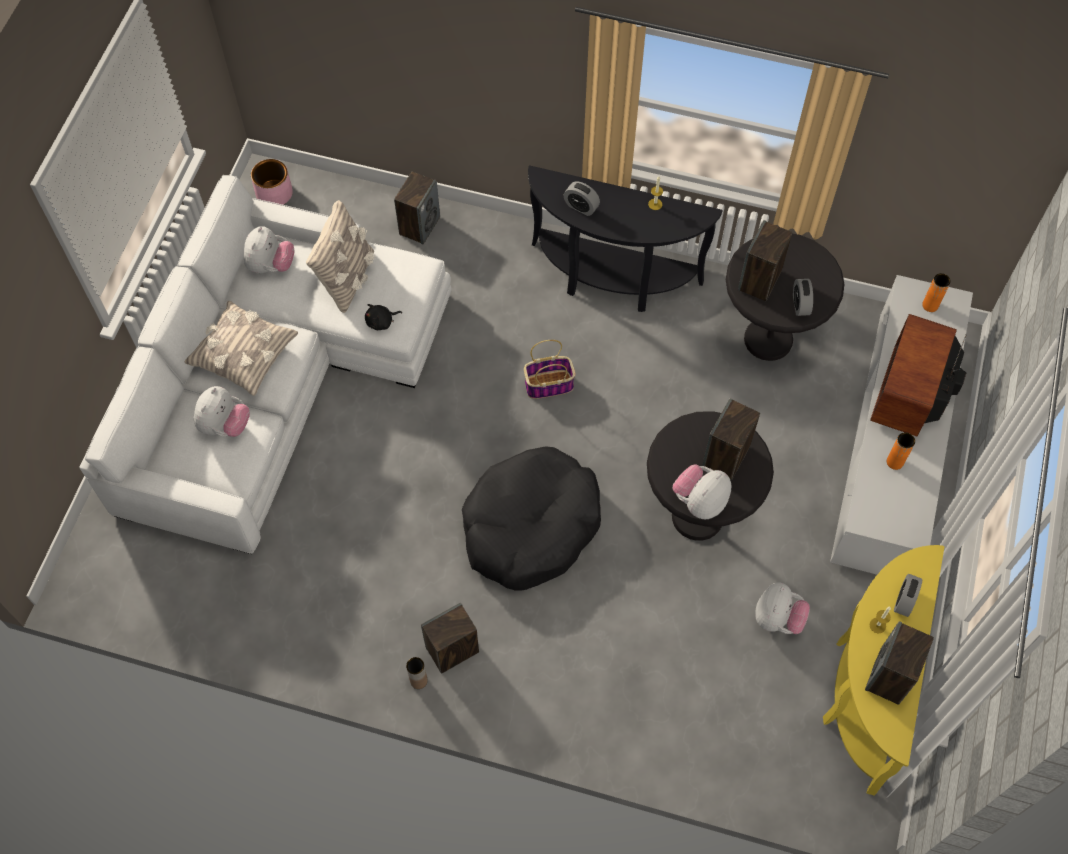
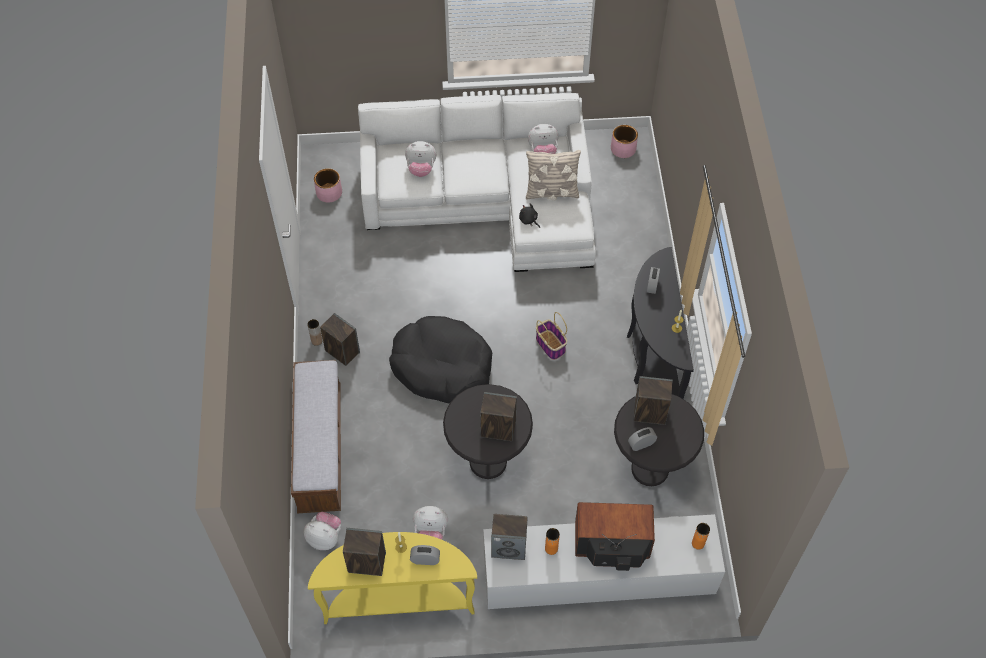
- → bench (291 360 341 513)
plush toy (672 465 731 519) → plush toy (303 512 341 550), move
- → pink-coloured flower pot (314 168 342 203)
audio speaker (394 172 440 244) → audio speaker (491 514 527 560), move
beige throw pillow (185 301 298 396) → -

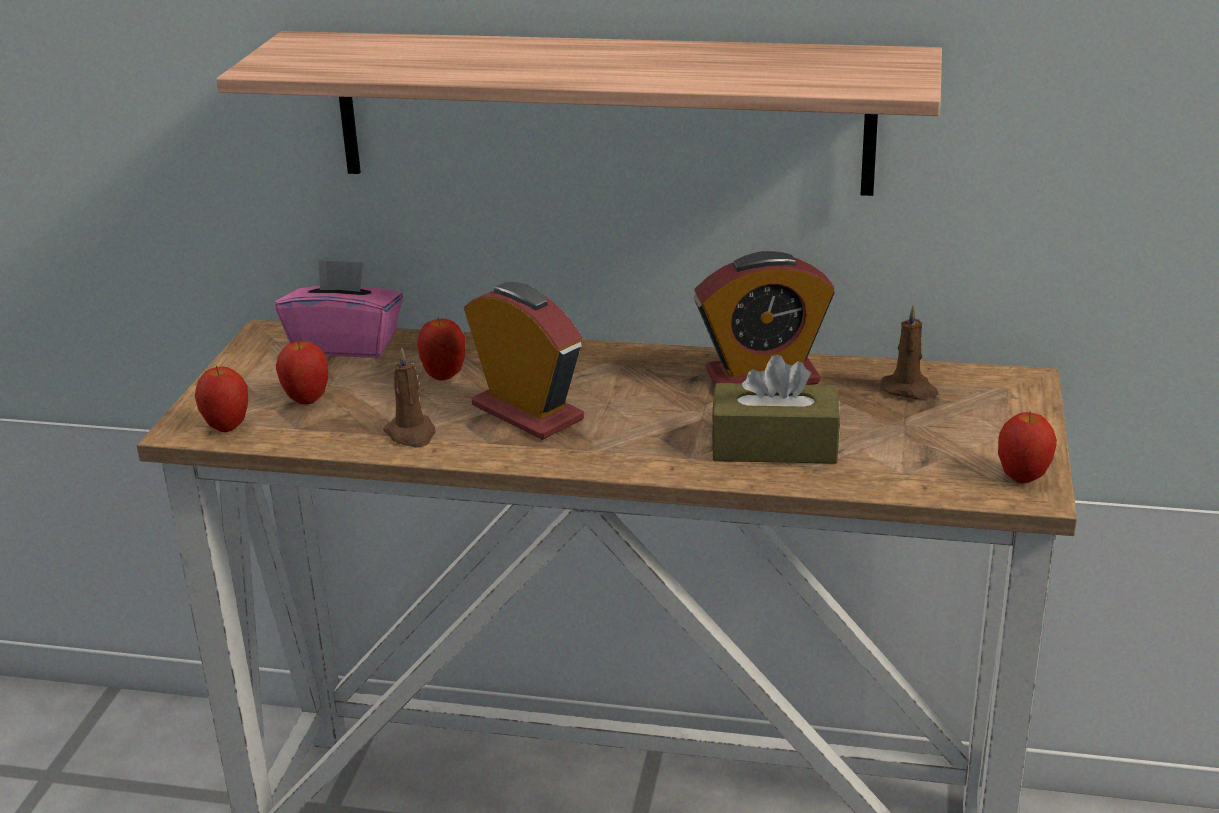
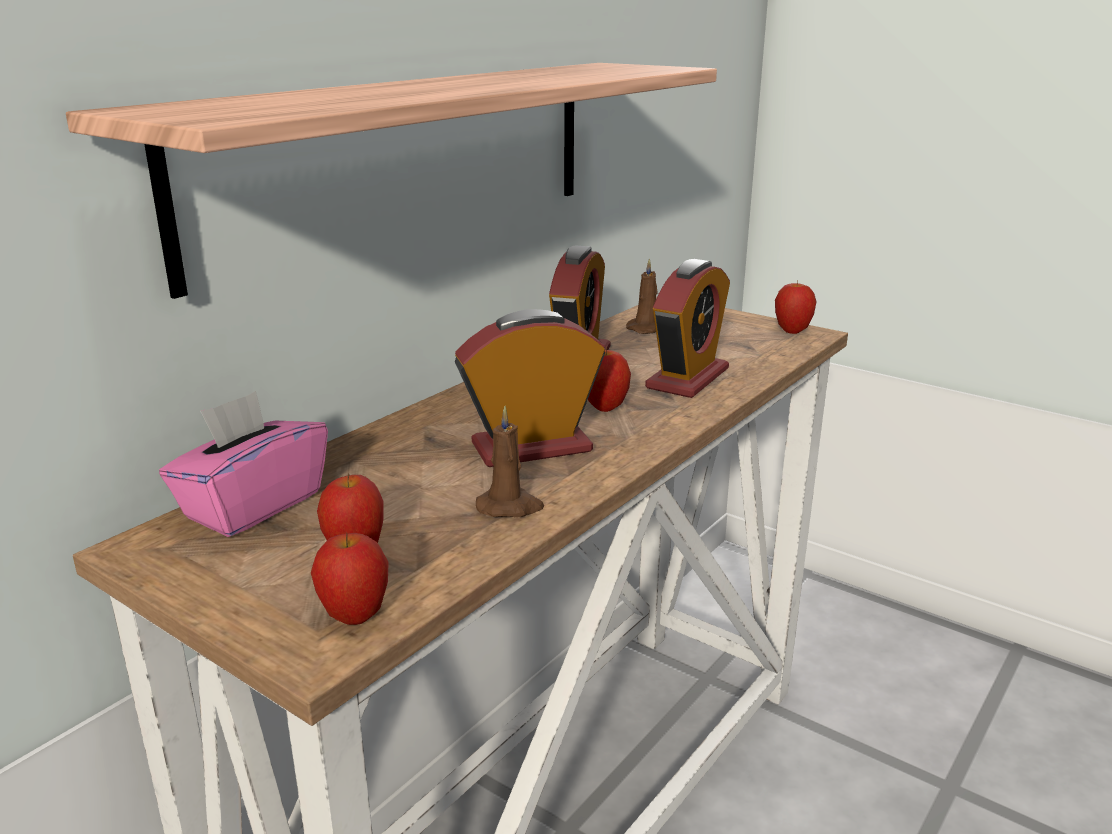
whole apple (417 317 466 380) → whole apple (588 347 631 412), move
brown tissue box (711 355 840 464) → alarm clock (645 259 730 398)

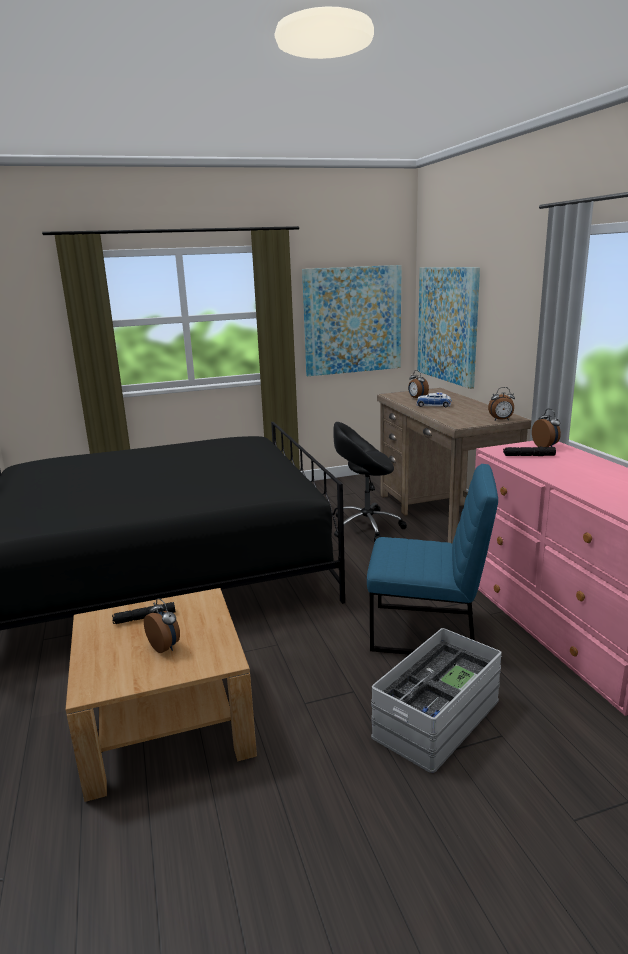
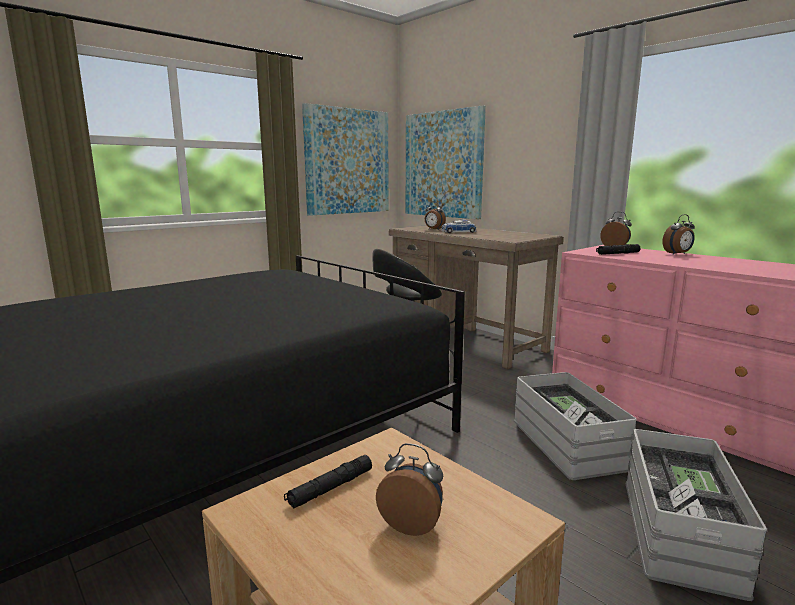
bluish upright chair (367 464 498 655) → greyish storage bin (514 372 637 480)
alarm clock (488 387 515 420) → alarm clock (662 214 695 255), move

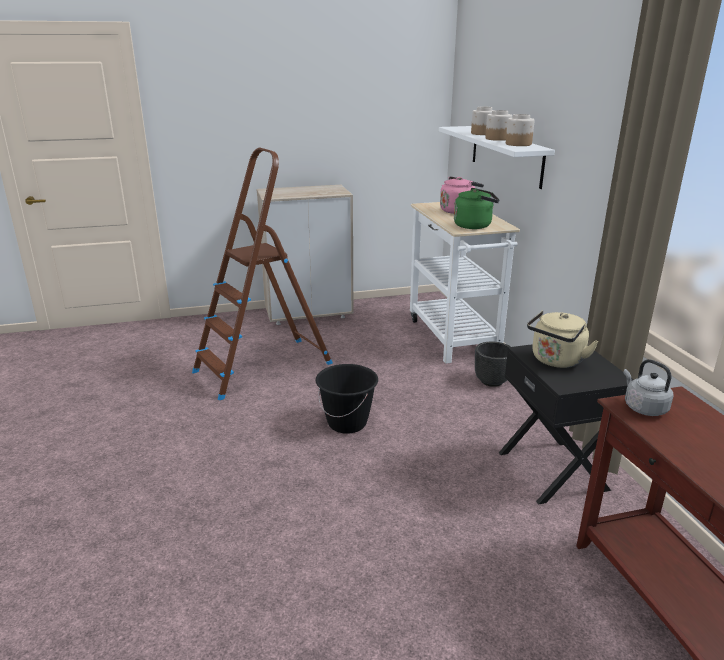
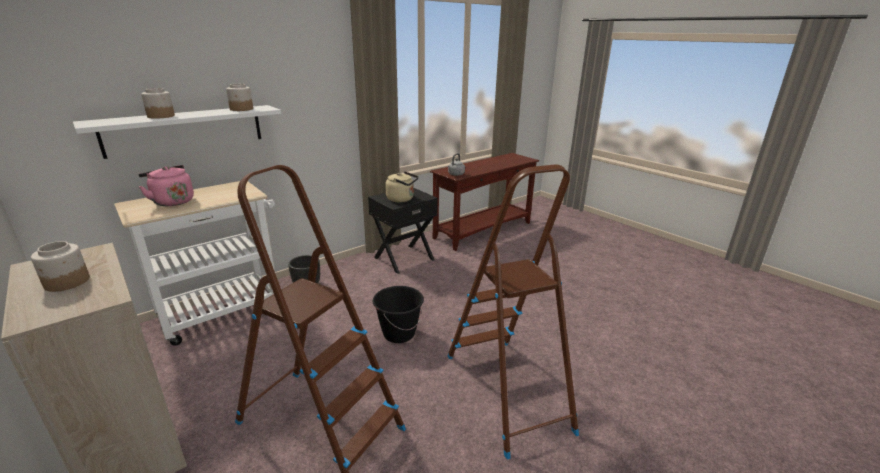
storage jar (485 110 512 141) → storage jar (31 241 90 292), move
- → brown step stool (448 165 579 459)
greenish water kettle (454 188 500 229) → -

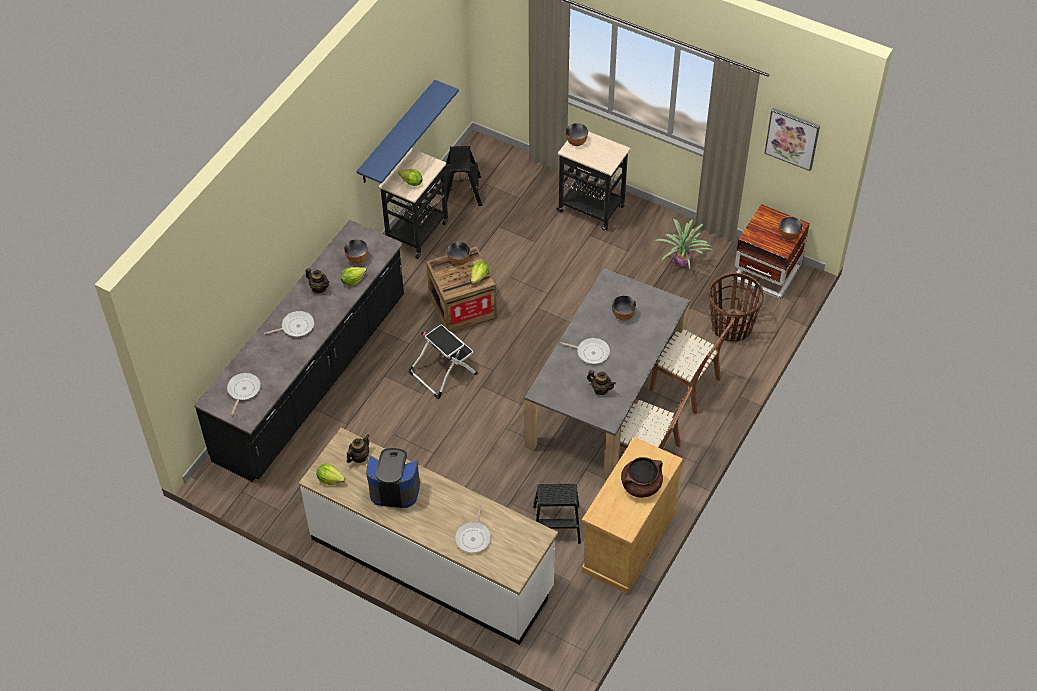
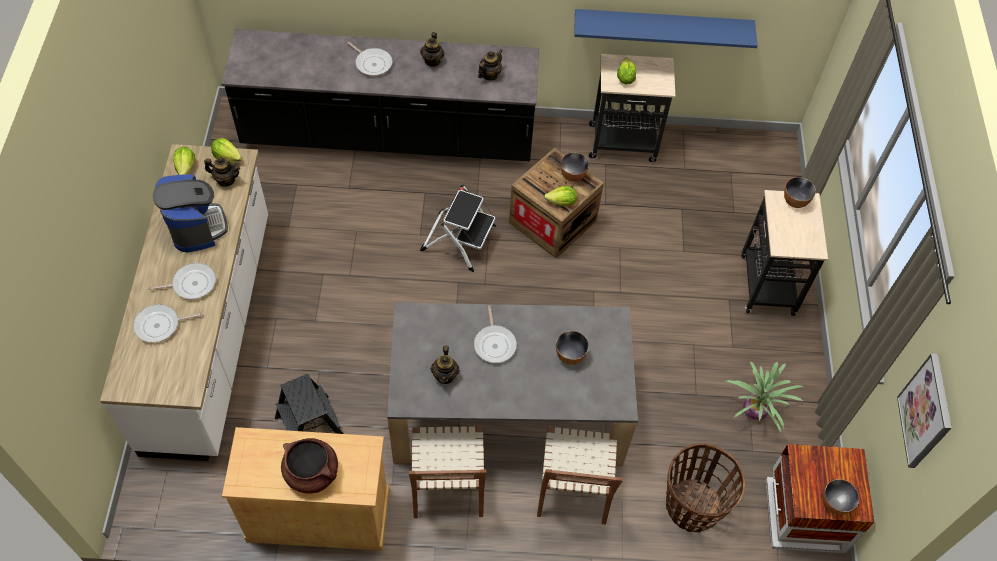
frying pan (227 373 261 416) → frying pan (148 263 216 299), move
lettuce (341 267 367 286) → lettuce (211 138 242 163), move
deep dish (344 239 368 264) → tea pot (478 49 503 80)
black step stool (442 146 483 207) → -

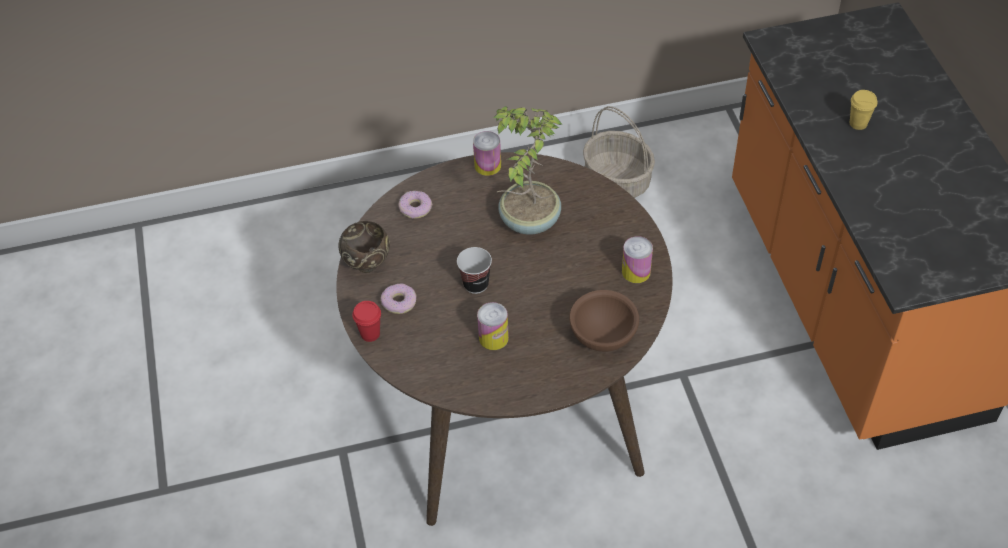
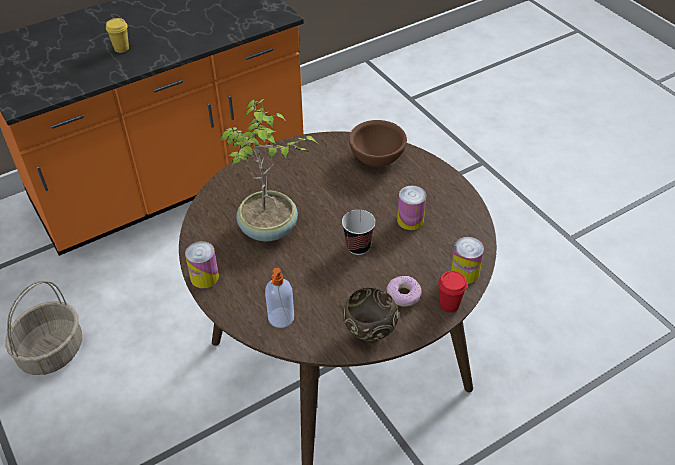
doughnut (398 191 432 219) → liquid soap bottle (265 268 294 328)
sealed can (622 236 653 283) → sealed can (451 237 484 284), move

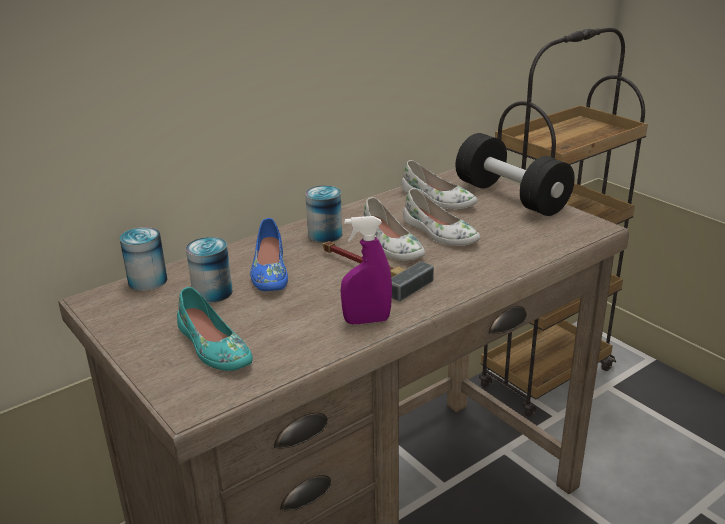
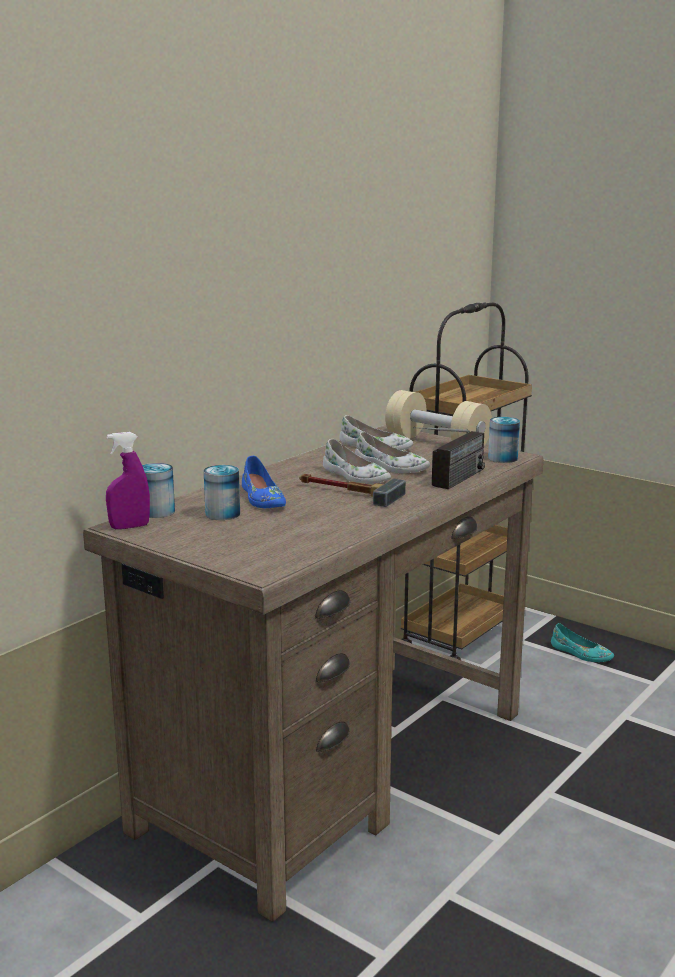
purple sprayer (340 216 392 325) → purple sprayer (106 432 150 529), move
black free weight (456 133 575 216) → beige free weight (385 390 492 446)
- → radio (414 427 485 489)
sealed can (305 186 342 243) → sealed can (488 417 520 463), move
turquoise-coloured low shoe (177 287 253 371) → turquoise-coloured low shoe (551 623 614 662), move

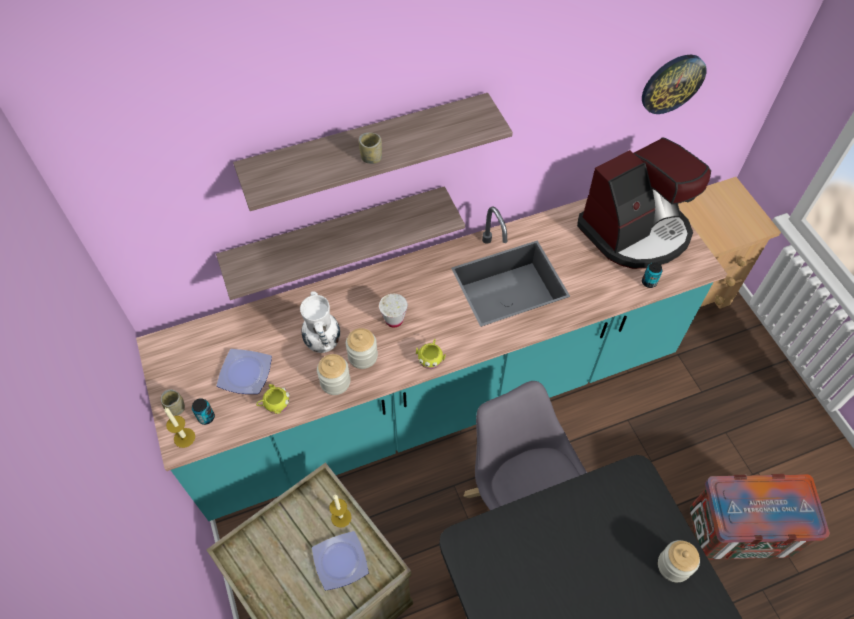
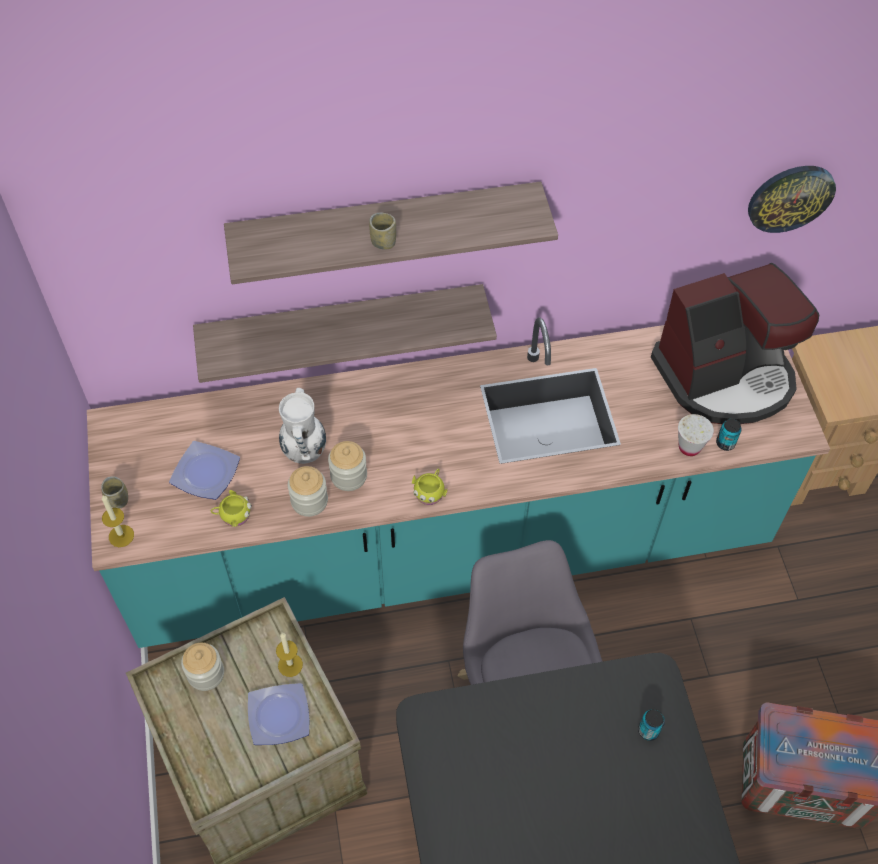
storage jar (658 540 700 582) → storage jar (181 643 224 691), move
sealed can (192 398 215 425) → sealed can (638 709 665 741), move
white cup (379 294 408 327) → white cup (678 414 714 456), move

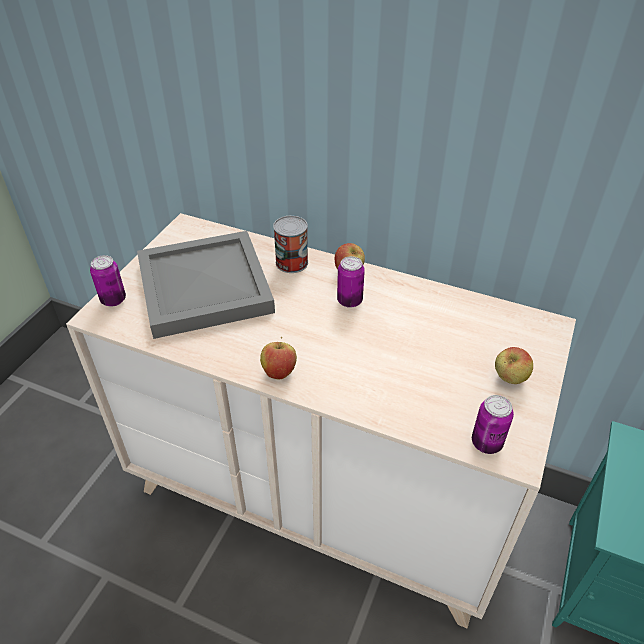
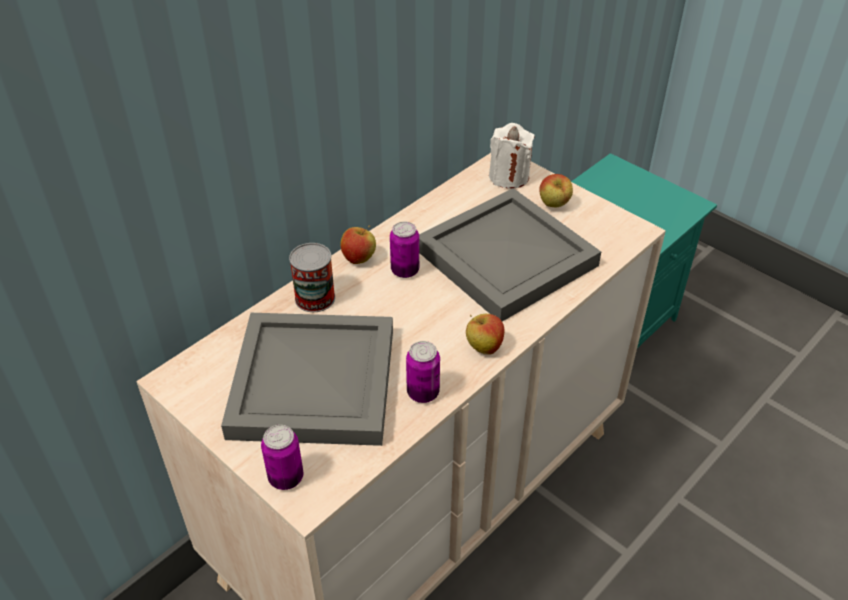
sealed can (472 395 514 454) → sealed can (406 341 440 403), move
- → greyish serving tray (419 188 601 321)
- → white candle (489 123 535 189)

